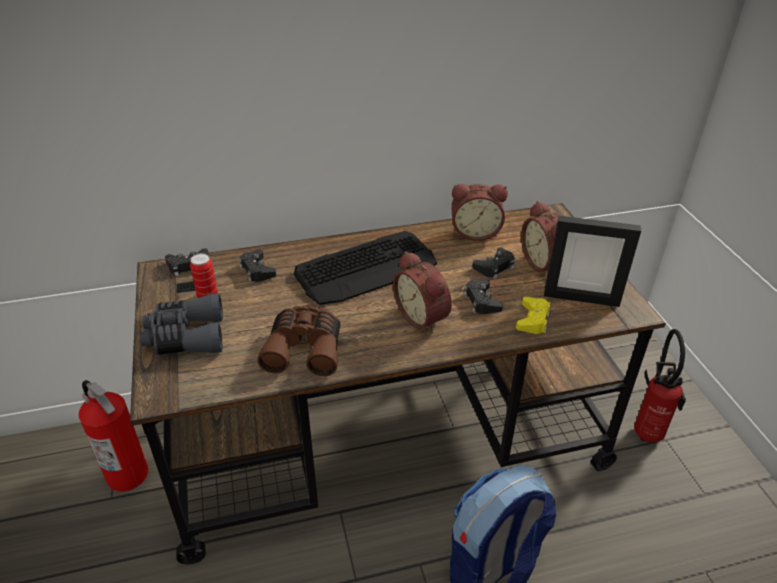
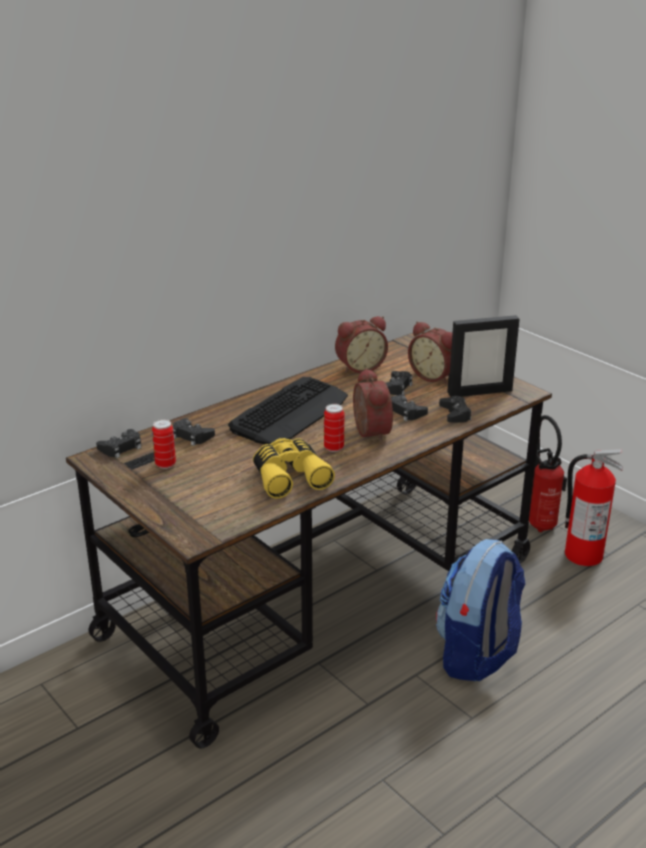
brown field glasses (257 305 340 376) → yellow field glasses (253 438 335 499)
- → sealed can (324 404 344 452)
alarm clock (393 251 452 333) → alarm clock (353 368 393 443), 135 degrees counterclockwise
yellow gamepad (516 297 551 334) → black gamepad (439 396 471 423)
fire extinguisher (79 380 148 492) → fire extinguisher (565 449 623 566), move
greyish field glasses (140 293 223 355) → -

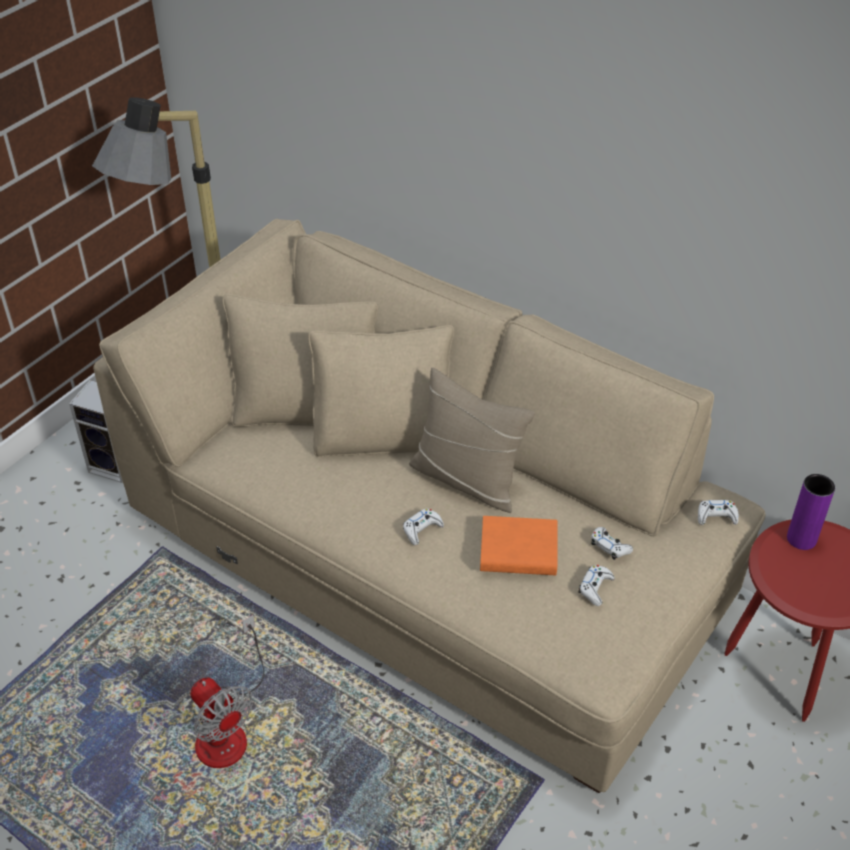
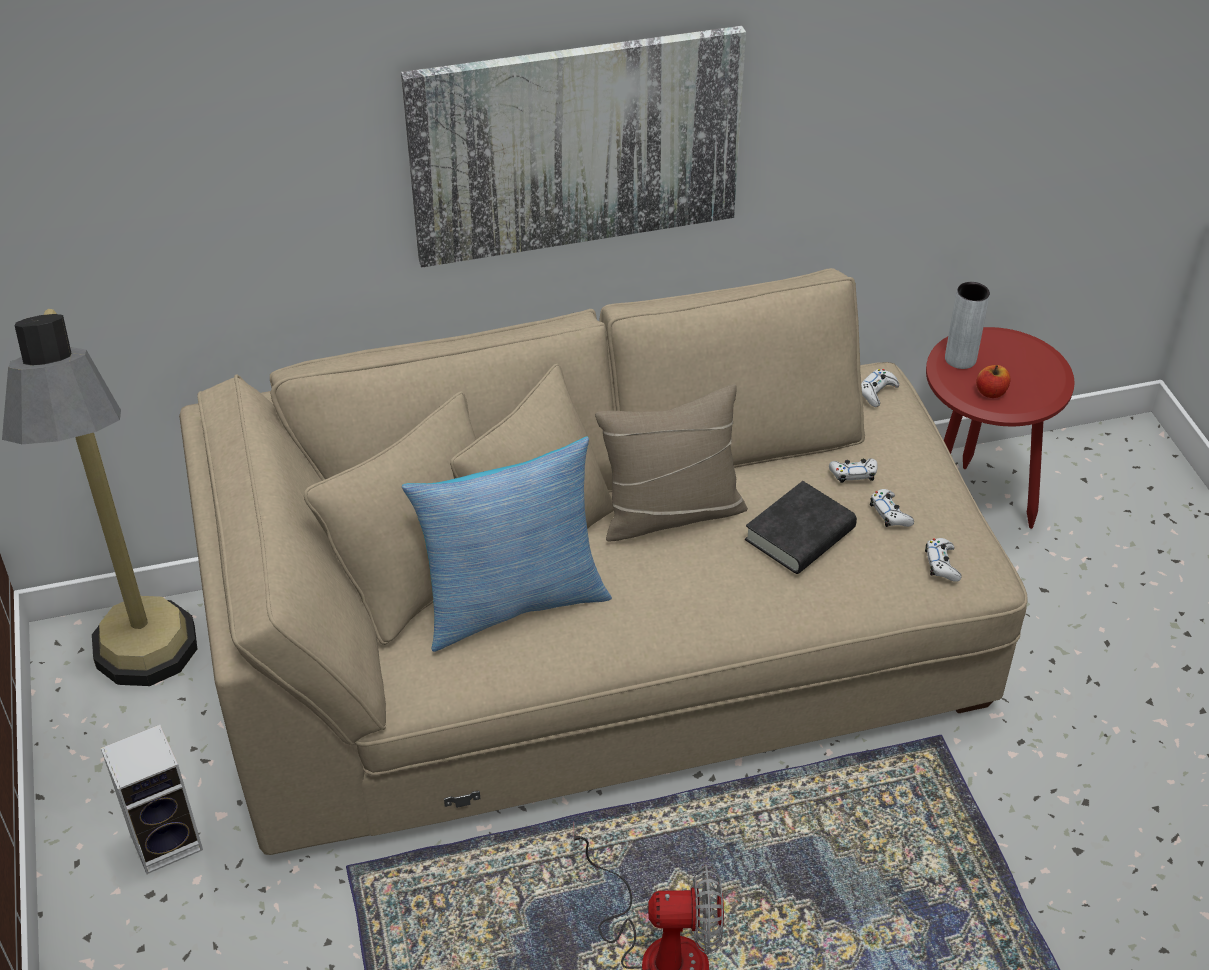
- → wall art (401 26 746 268)
- → throw pillow (402 436 612 652)
orange-coloured book (480 516 558 575) → black book (745 481 857 574)
white gamepad (403 508 444 545) → white gamepad (925 538 962 582), move
purple flower vase (787 474 835 550) → greyish flower vase (945 282 990 369)
- → whole apple (976 365 1010 398)

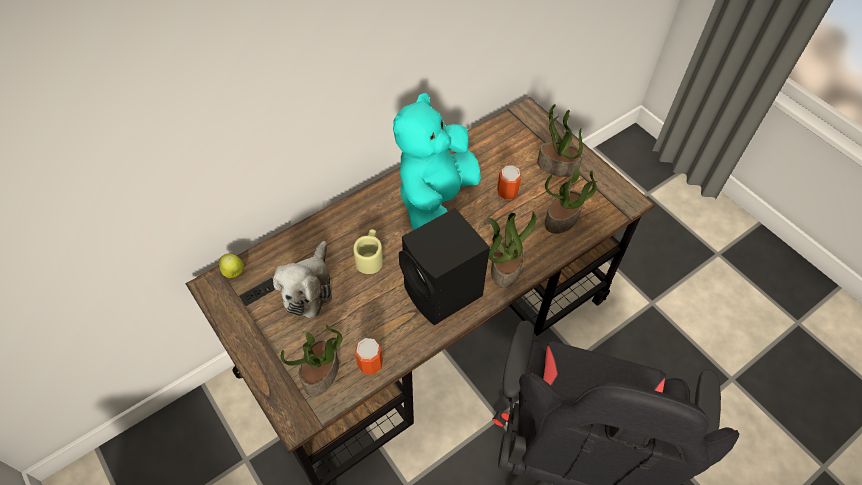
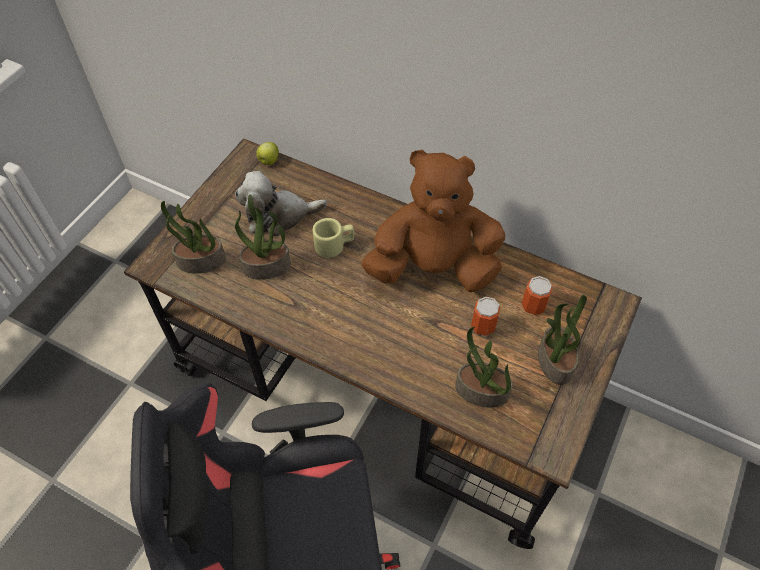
houseplant (489 211 536 288) → houseplant (235 194 291 280), move
turquoise-coloured plush toy (393 93 481 230) → brown plush toy (361 149 505 293)
sealed can (355 338 383 375) → sealed can (521 276 553 315), move
black audio speaker (399 208 490 326) → -

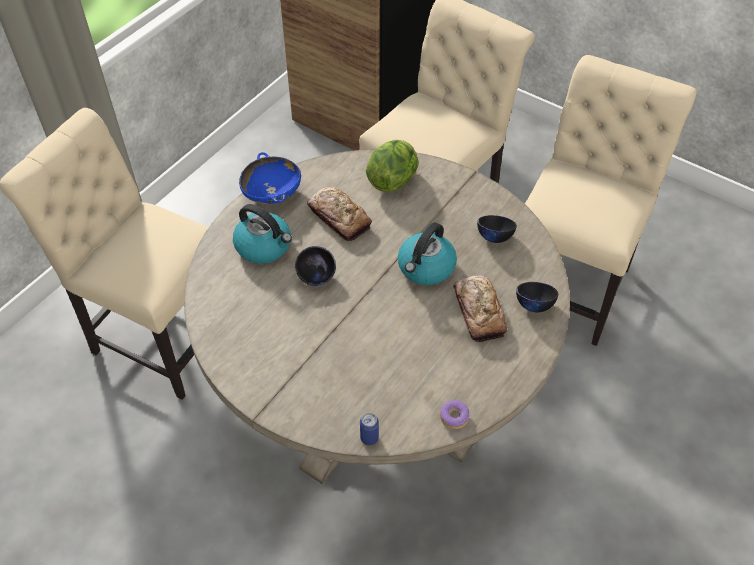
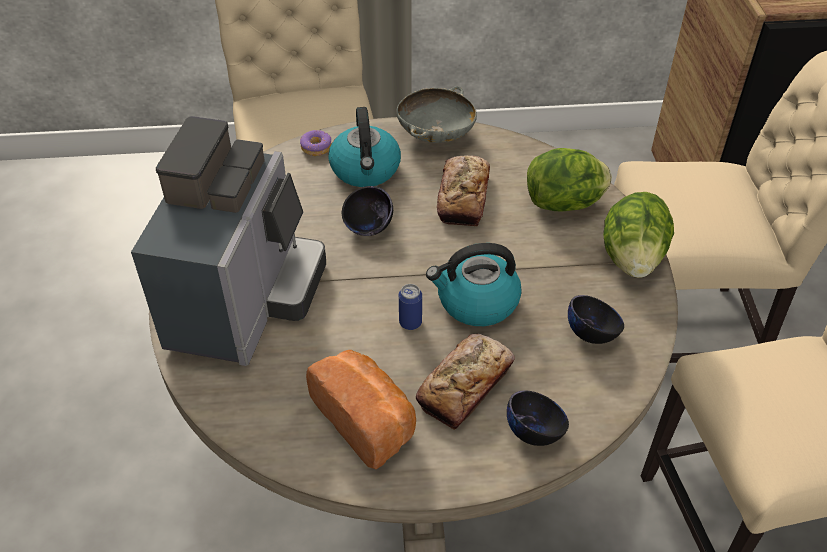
- → coffee machine (131 116 326 366)
doughnut (440 400 469 429) → doughnut (300 130 331 156), move
- → baked bread (306 350 416 469)
bluish deep dish (239 152 301 204) → greyish deep dish (397 86 477 143)
sealed can (360 413 379 445) → sealed can (399 284 422 330), move
- → lettuce (603 192 674 278)

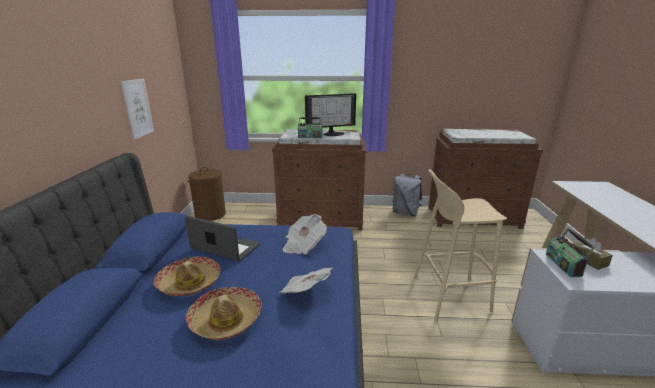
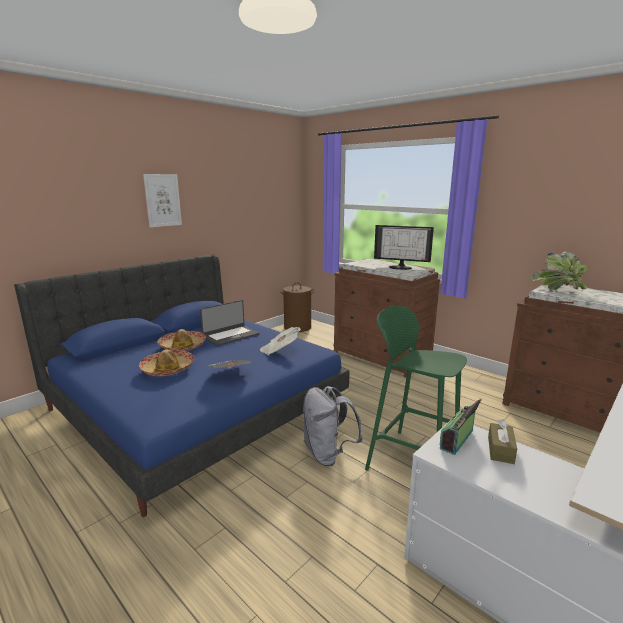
wall art (121 78 154 140) → wall art (143 174 182 227), move
notebook computer (185 216 260 262) → notebook computer (200 300 259 346), 75 degrees clockwise
greyish backpack (392 174 422 216) → greyish backpack (303 386 363 466), move
beige sitting stool (414 169 507 321) → greenish sitting stool (365 305 467 471)
- → houseplant (530 251 588 290)
radio (298 117 323 138) → -

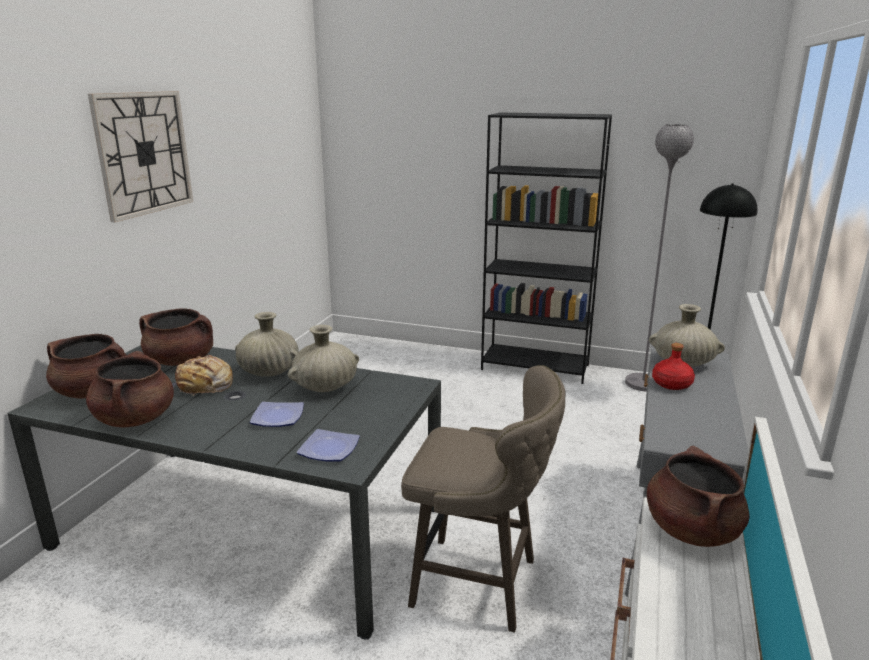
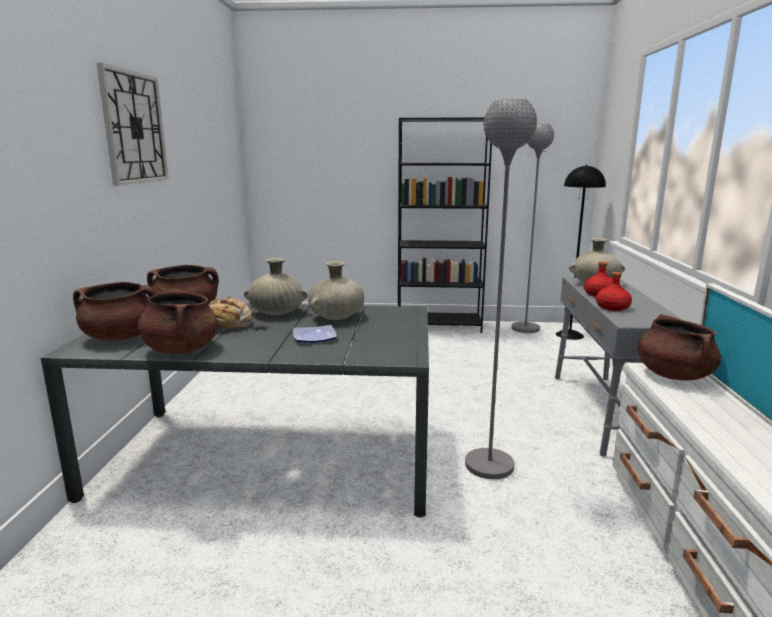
beige sitting stool (401 365 566 633) → greyish standing lamp (465 99 537 479)
- → red drink bottle (596 272 632 311)
plate (297 429 360 462) → -

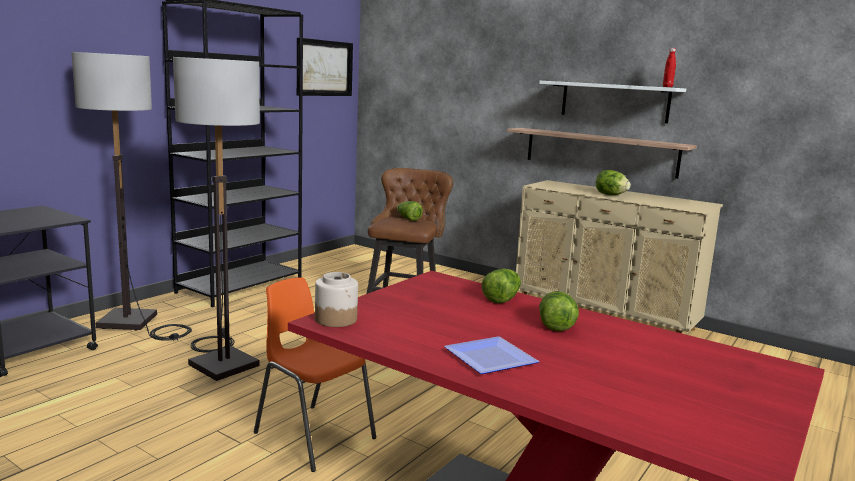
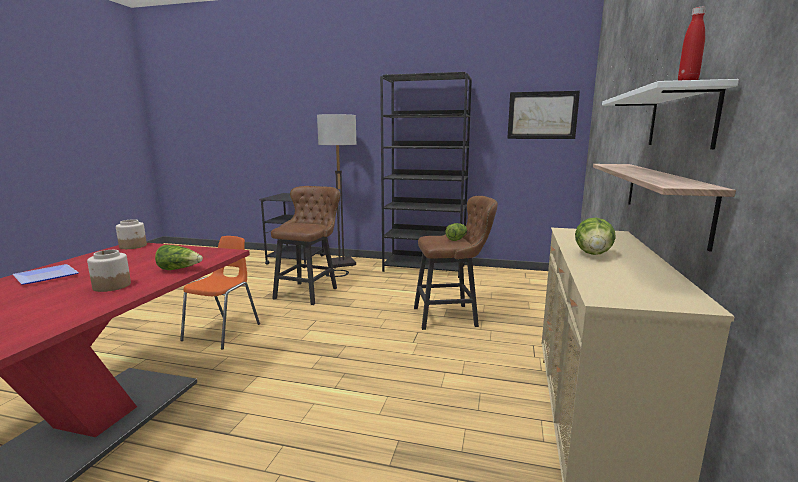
lettuce (539 291 579 331) → storage jar (87 250 131 292)
standing lamp (173 57 260 381) → brown sitting stool (271 186 340 305)

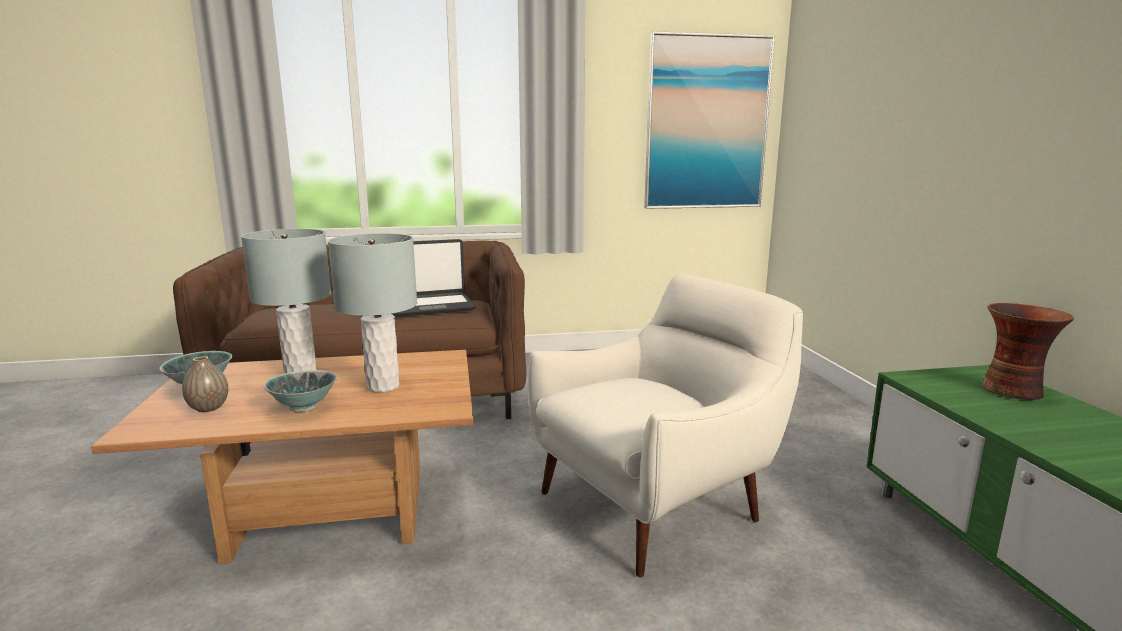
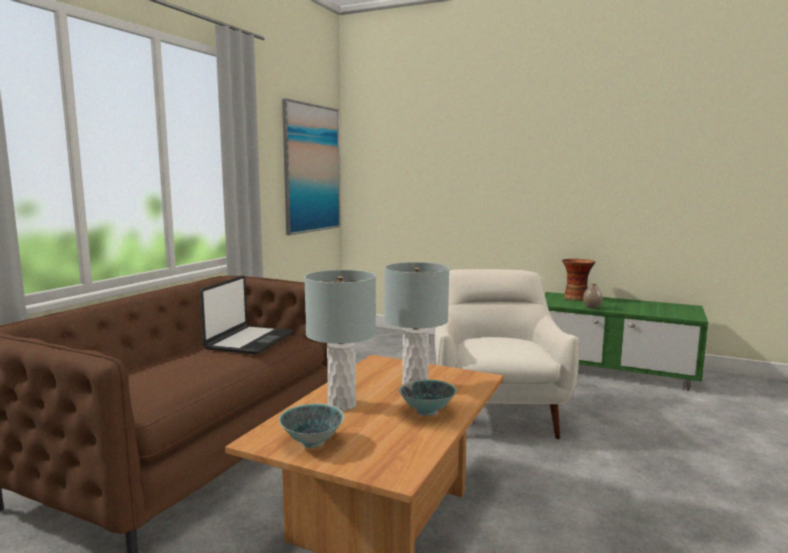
flower vase (182 356 228 412) → flower vase (583 283 602 309), move

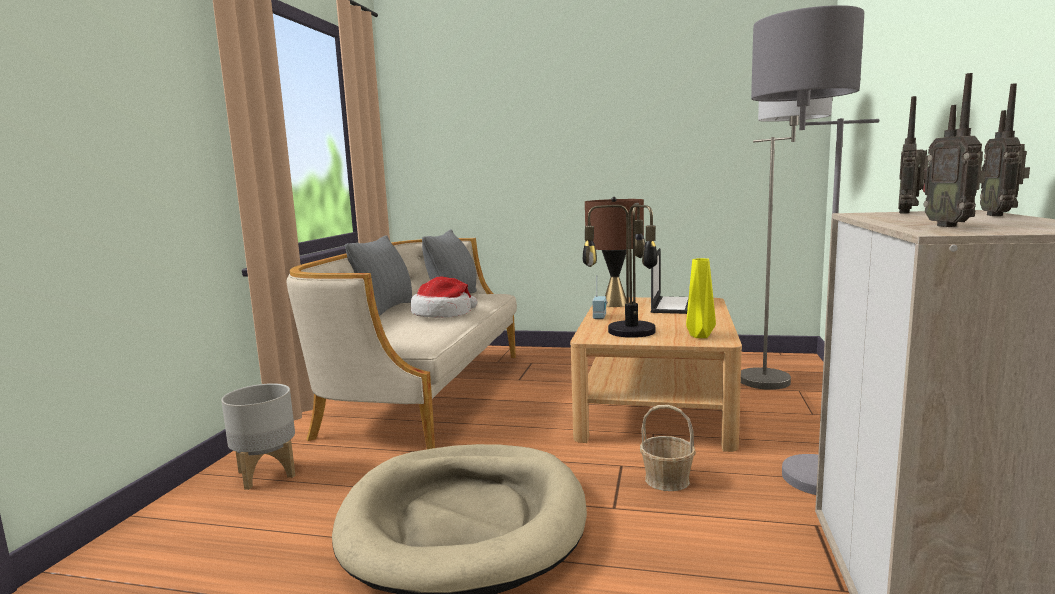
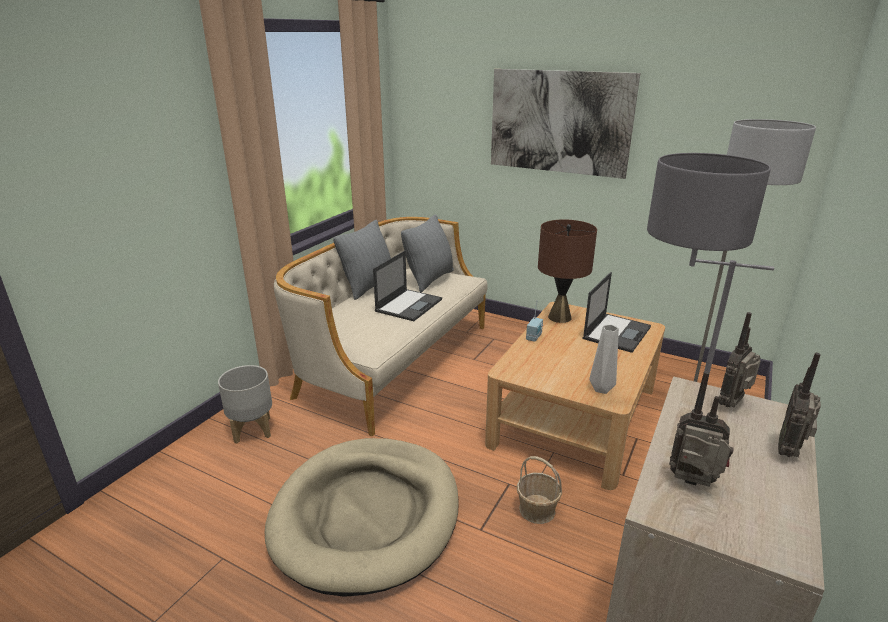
hat (411 276 478 318) → notebook computer (373 251 442 321)
- → wall art (491 69 640 179)
yellow flower vase (686 258 716 338) → greyish flower vase (589 325 619 394)
radio (923 73 986 227) → radio (669 371 734 487), 105 degrees clockwise
table lamp (583 203 657 338) → -

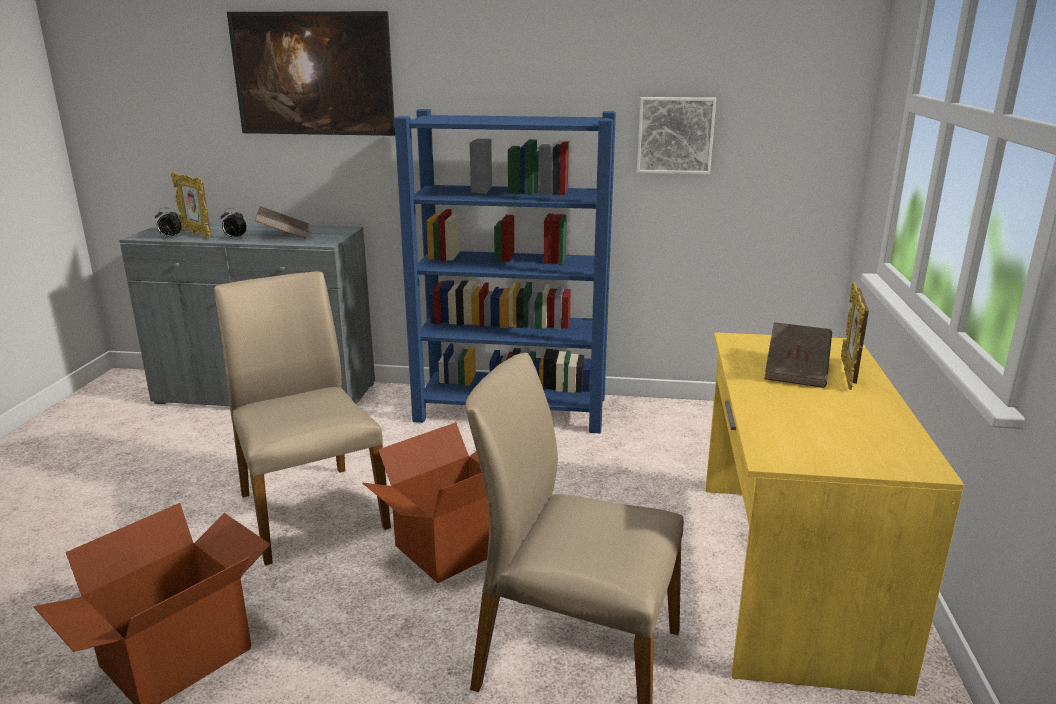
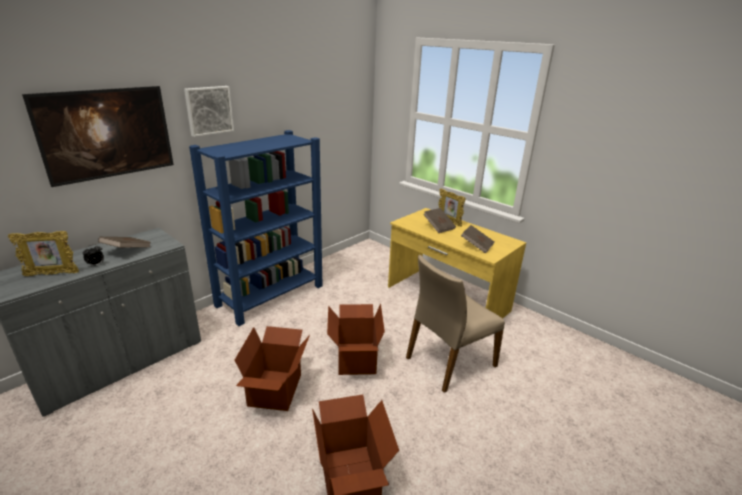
wall art (637 97 716 174) → wall art (184 86 234 137), move
beige upright chair (214 271 391 565) → carton (234 326 310 411)
- → brown book (461 225 495 254)
alarm clock (155 208 182 238) → -

